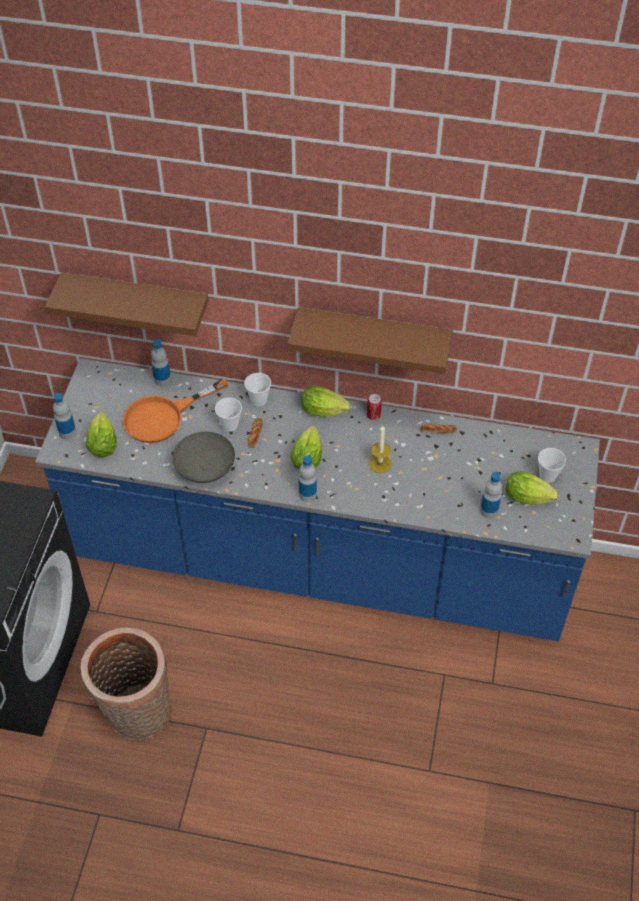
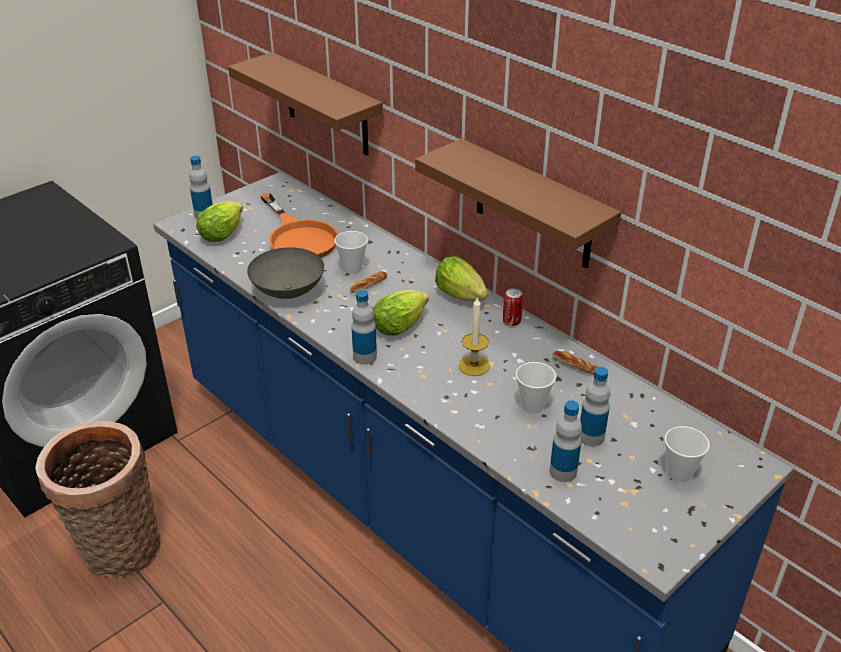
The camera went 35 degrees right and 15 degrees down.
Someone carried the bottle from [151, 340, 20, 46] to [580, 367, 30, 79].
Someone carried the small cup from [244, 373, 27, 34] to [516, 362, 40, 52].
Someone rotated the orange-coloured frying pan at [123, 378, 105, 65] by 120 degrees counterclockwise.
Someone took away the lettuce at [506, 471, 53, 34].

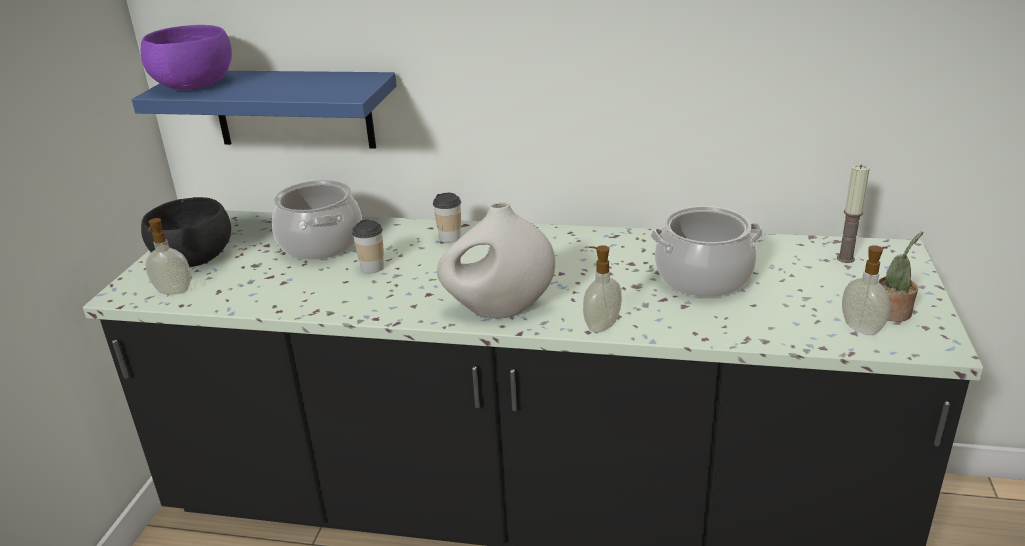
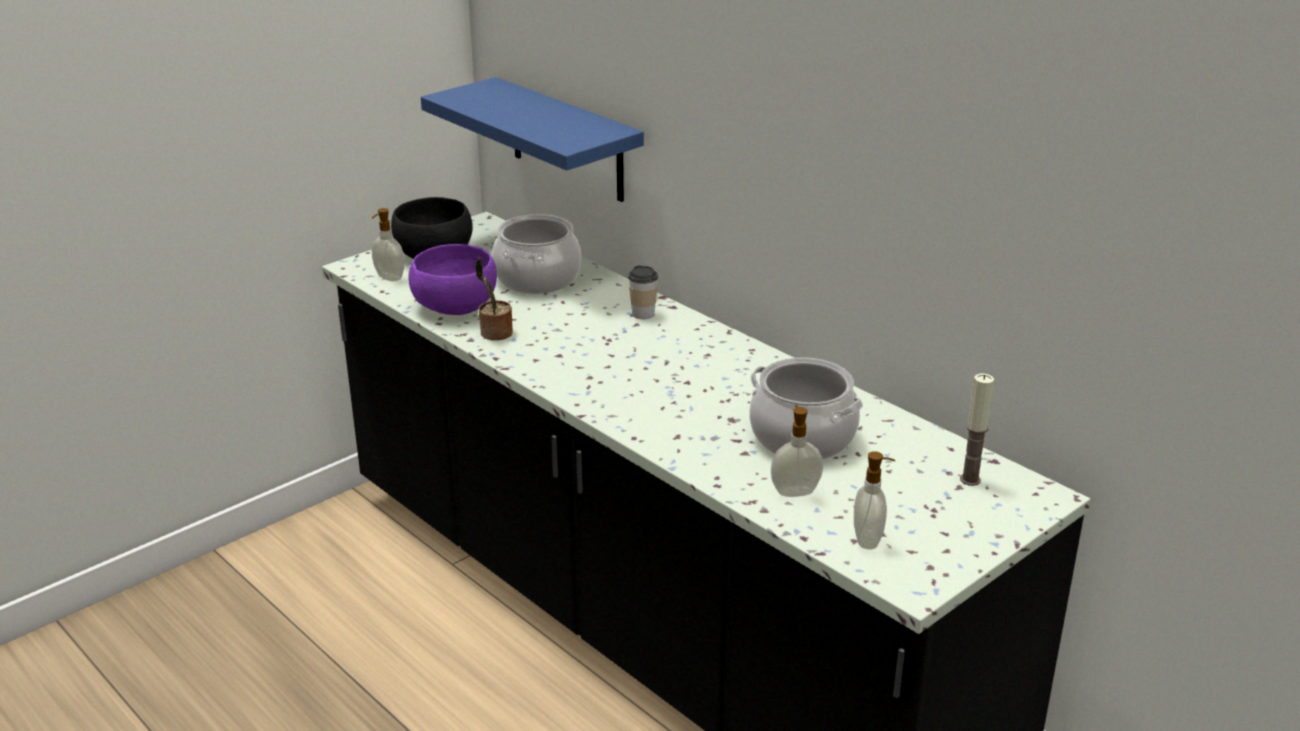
The camera went 35 degrees right and 0 degrees up.
Someone carried the purple-coloured bowl from [141, 25, 91, 65] to [408, 244, 89, 71].
Someone took away the white-coloured decorative vase at [437, 203, 118, 116].
Someone took away the small cup at [352, 219, 32, 54].
Someone carried the plant in a pot from [878, 232, 45, 90] to [475, 258, 38, 82].
Someone carried the soap dispenser from [583, 245, 39, 88] to [771, 405, 52, 92].

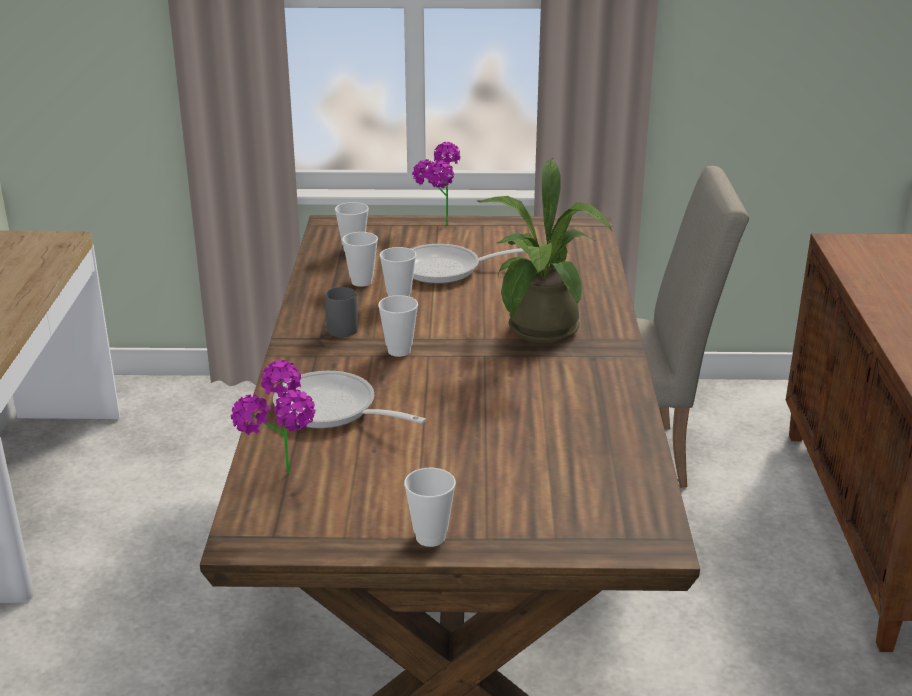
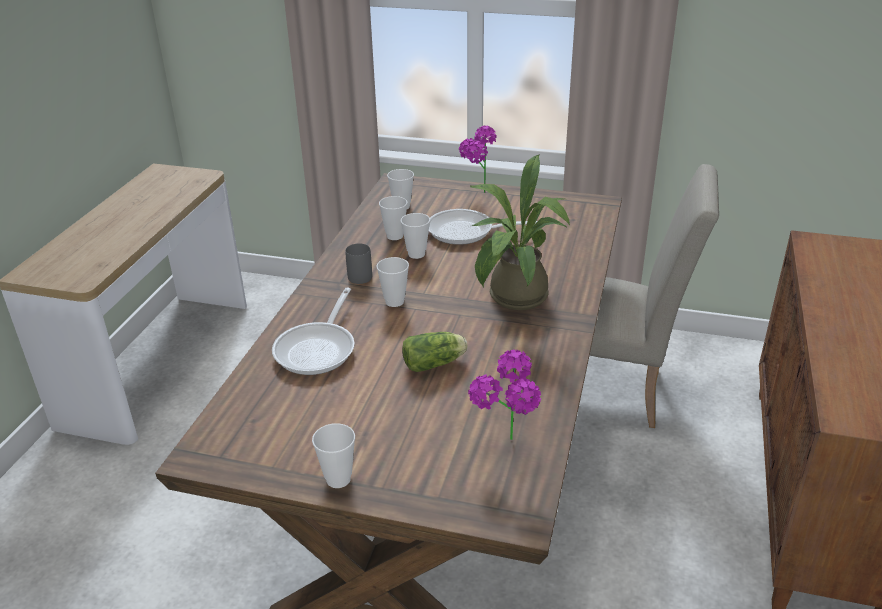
The camera went 15 degrees right and 5 degrees up.
Someone carried the plant in a pot from [231, 360, 85, 114] to [468, 350, 73, 90].
Someone rotated the frying pan at [273, 371, 153, 58] by 120 degrees counterclockwise.
Someone put down the lettuce at [402, 332, 66, 40].

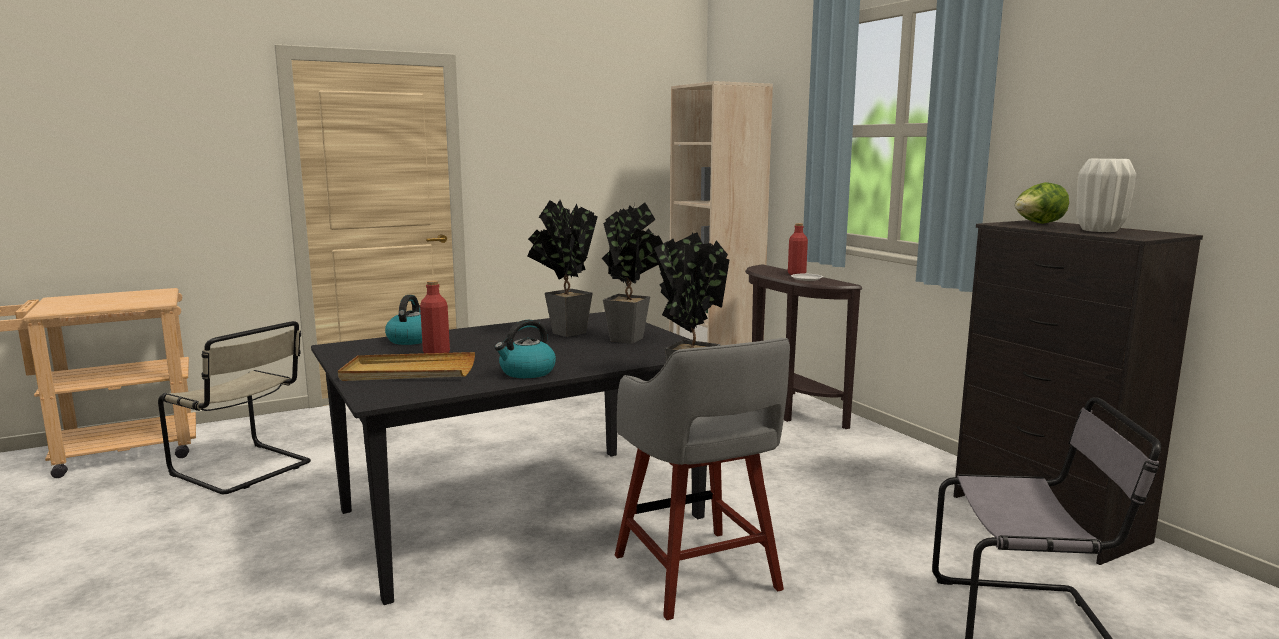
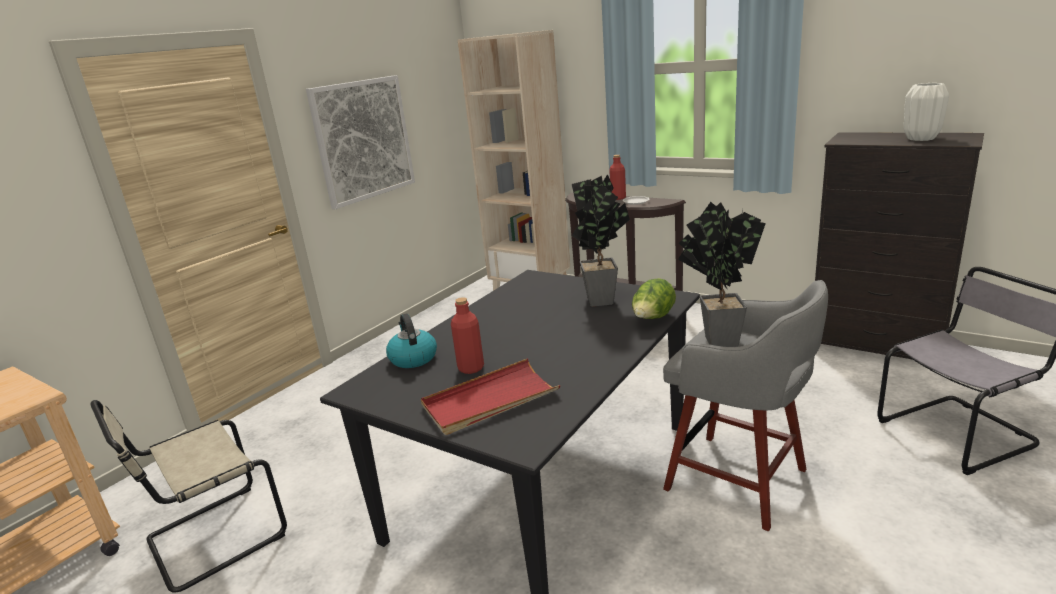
The camera went 25 degrees left and 10 degrees up.
Someone carried the lettuce from [1015, 182, 54, 42] to [632, 278, 44, 41].
Someone took away the plant in a pot at [527, 200, 71, 137].
Someone took away the tea kettle at [495, 320, 61, 58].
Someone rotated the sand-coloured chair at [158, 321, 153, 173] by 135 degrees clockwise.
Someone repainted the sand-coloured tray at [338, 352, 137, 29], which became the red-coloured tray at [421, 358, 139, 77].
Someone put up the wall picture at [306, 75, 109, 134].

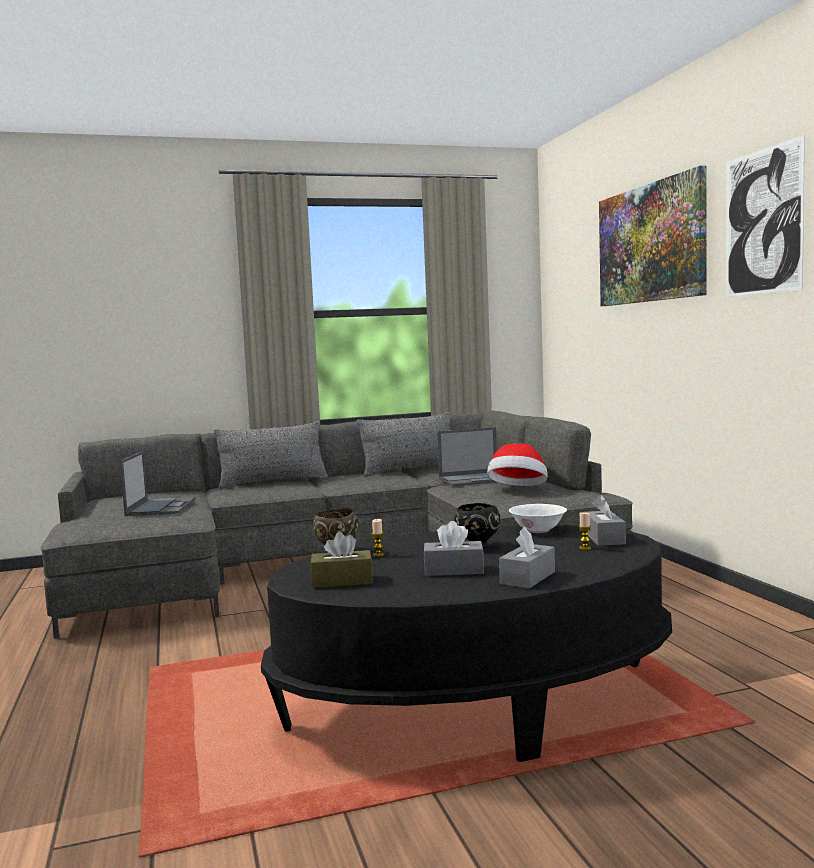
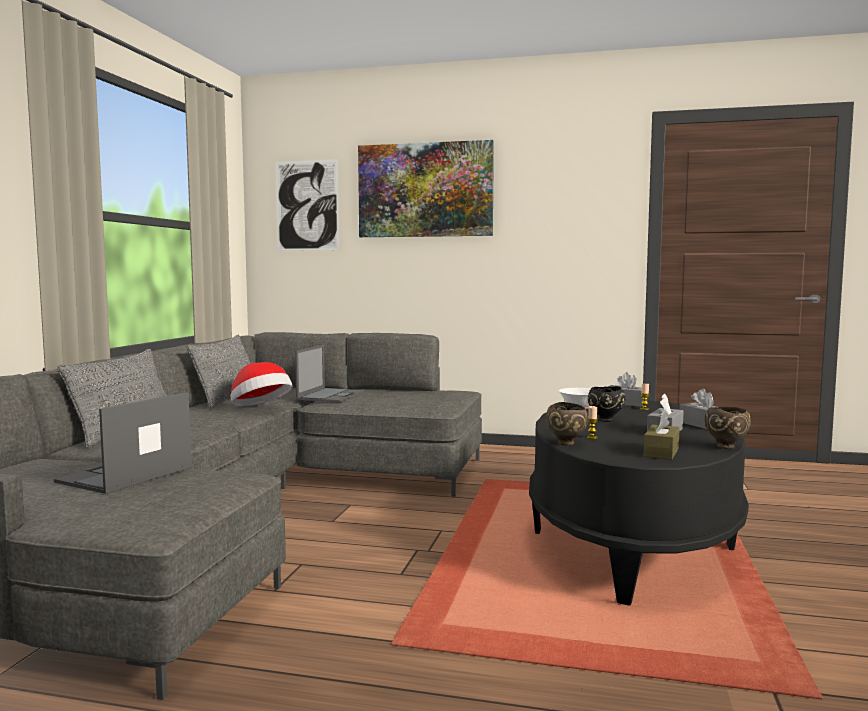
The camera went 60 degrees left and 0 degrees up.
Someone carried the wall picture from [726, 135, 79, 162] to [276, 159, 63, 92].
Someone carried the wearable hat from [487, 444, 61, 42] to [230, 362, 62, 44].
Someone rotated the laptop at [120, 451, 75, 65] by 90 degrees counterclockwise.
Someone put down the brown-coloured bowl at [704, 407, 47, 42].

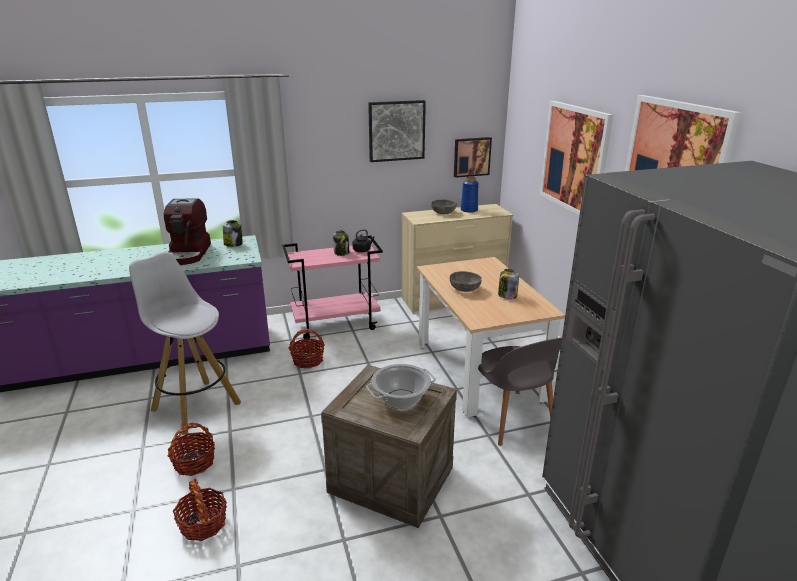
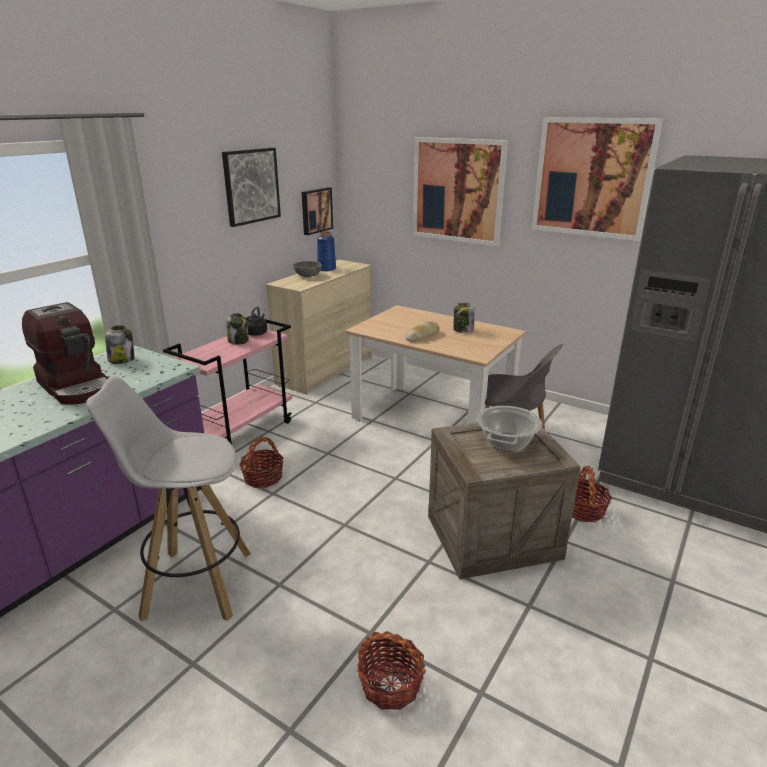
The camera went 40 degrees left and 0 degrees up.
Someone swapped the gray bowl at [450, 271, 32, 21] for the bakery bread at [405, 321, 35, 21].
Someone carried the storage basket from [168, 423, 47, 53] to [572, 466, 40, 56].

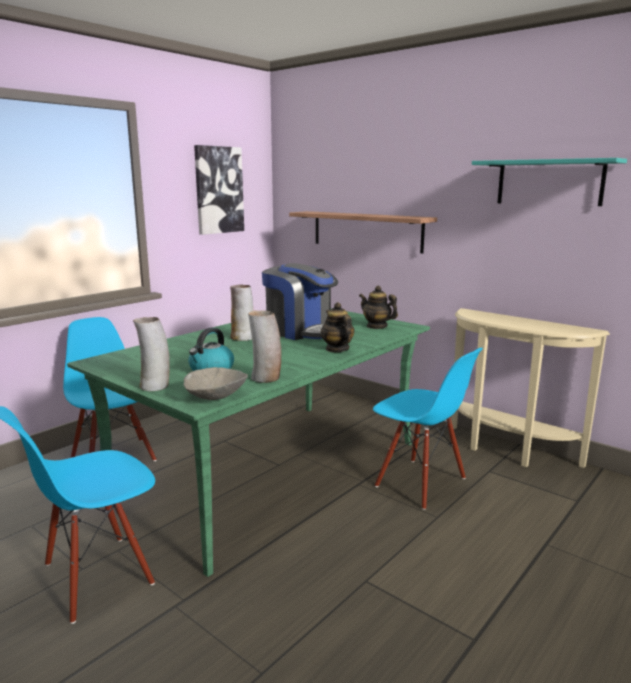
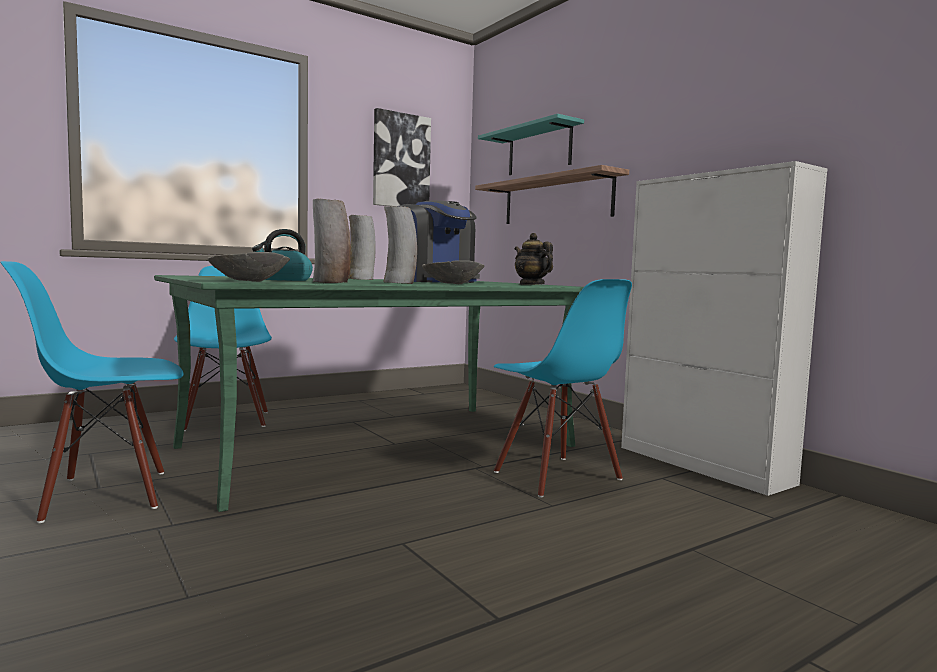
The camera went 15 degrees right and 10 degrees down.
Someone carried the turquoise-coloured shelf from [472, 158, 155, 48] to [478, 114, 106, 61].
Someone swapped the teapot at [321, 302, 34, 50] for the gray bowl at [422, 260, 63, 24].
Someone swapped the sand-coloured narrow table at [451, 308, 159, 160] for the white-coloured storage cabinet at [621, 161, 207, 335].
Someone carried the decorative vase from [133, 317, 37, 74] to [383, 206, 34, 78].

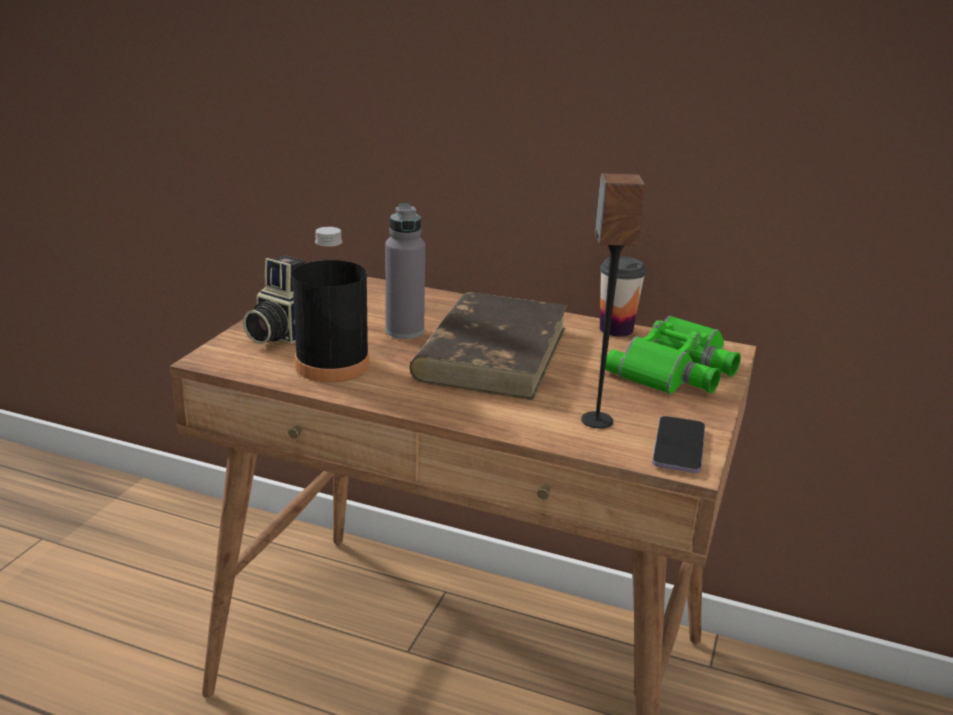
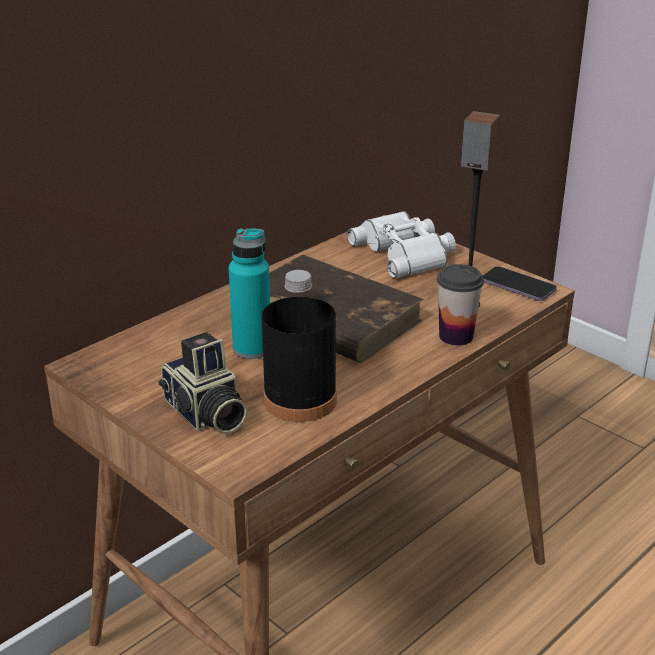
The camera went 65 degrees left and 5 degrees up.
Someone repainted the gray bottle at [385, 204, 40, 135], which became the turquoise-coloured bottle at [228, 228, 42, 131].
Someone carried the small cup from [600, 256, 46, 81] to [437, 264, 47, 81].
Someone repainted the greenish pair of binoculars at [605, 316, 136, 79], which became the white-coloured pair of binoculars at [347, 211, 109, 67].

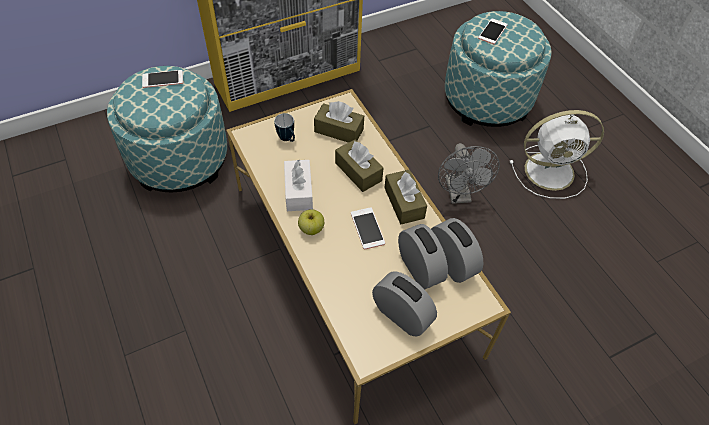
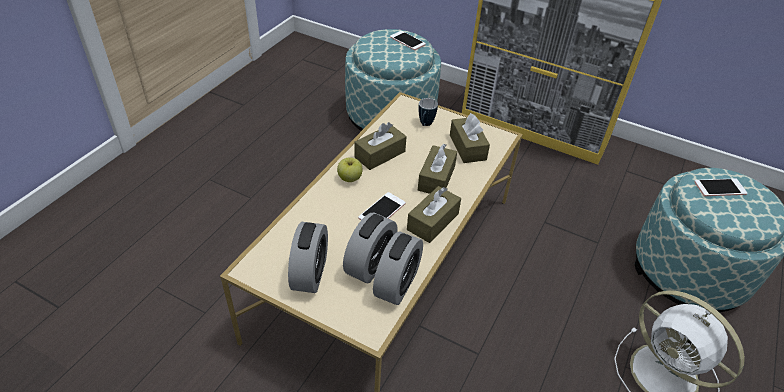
The camera went 55 degrees right and 10 degrees down.
Someone took away the gray fan at [438, 143, 62, 61].
Someone repainted the white-coloured box of tissues at [284, 159, 29, 52], which became the brown-coloured box of tissues at [354, 122, 53, 48].

